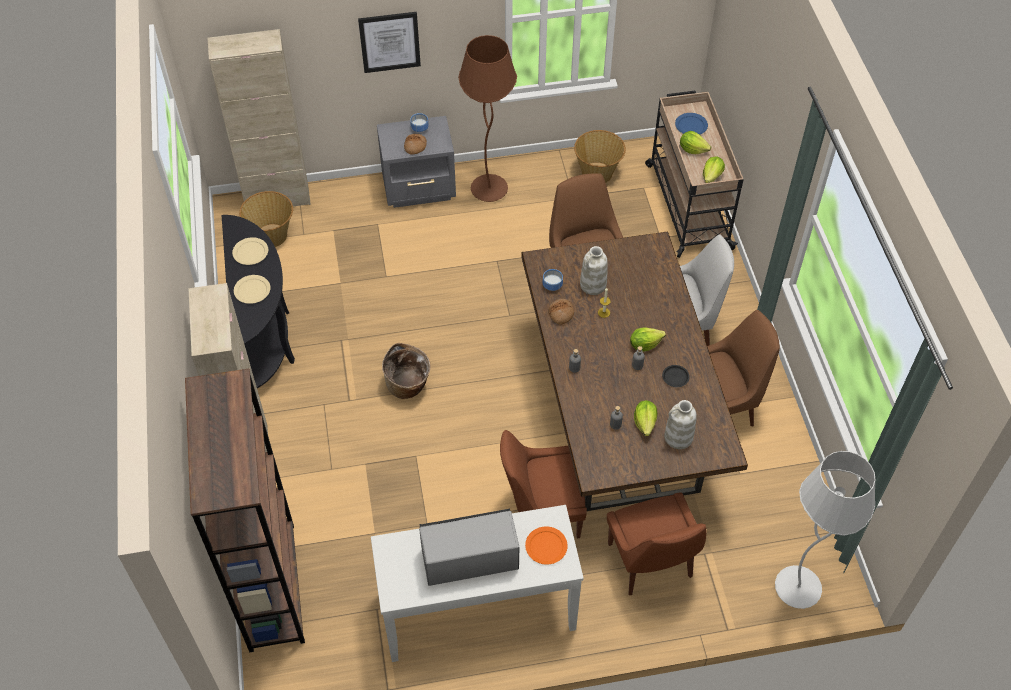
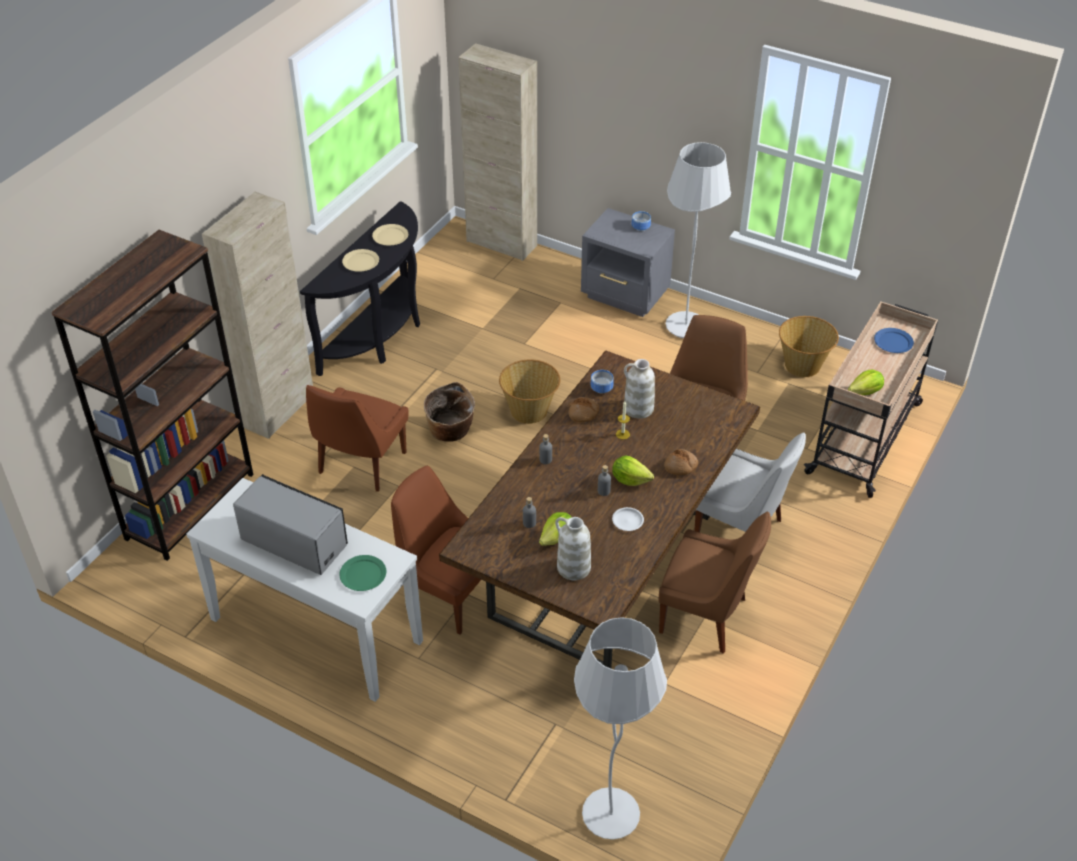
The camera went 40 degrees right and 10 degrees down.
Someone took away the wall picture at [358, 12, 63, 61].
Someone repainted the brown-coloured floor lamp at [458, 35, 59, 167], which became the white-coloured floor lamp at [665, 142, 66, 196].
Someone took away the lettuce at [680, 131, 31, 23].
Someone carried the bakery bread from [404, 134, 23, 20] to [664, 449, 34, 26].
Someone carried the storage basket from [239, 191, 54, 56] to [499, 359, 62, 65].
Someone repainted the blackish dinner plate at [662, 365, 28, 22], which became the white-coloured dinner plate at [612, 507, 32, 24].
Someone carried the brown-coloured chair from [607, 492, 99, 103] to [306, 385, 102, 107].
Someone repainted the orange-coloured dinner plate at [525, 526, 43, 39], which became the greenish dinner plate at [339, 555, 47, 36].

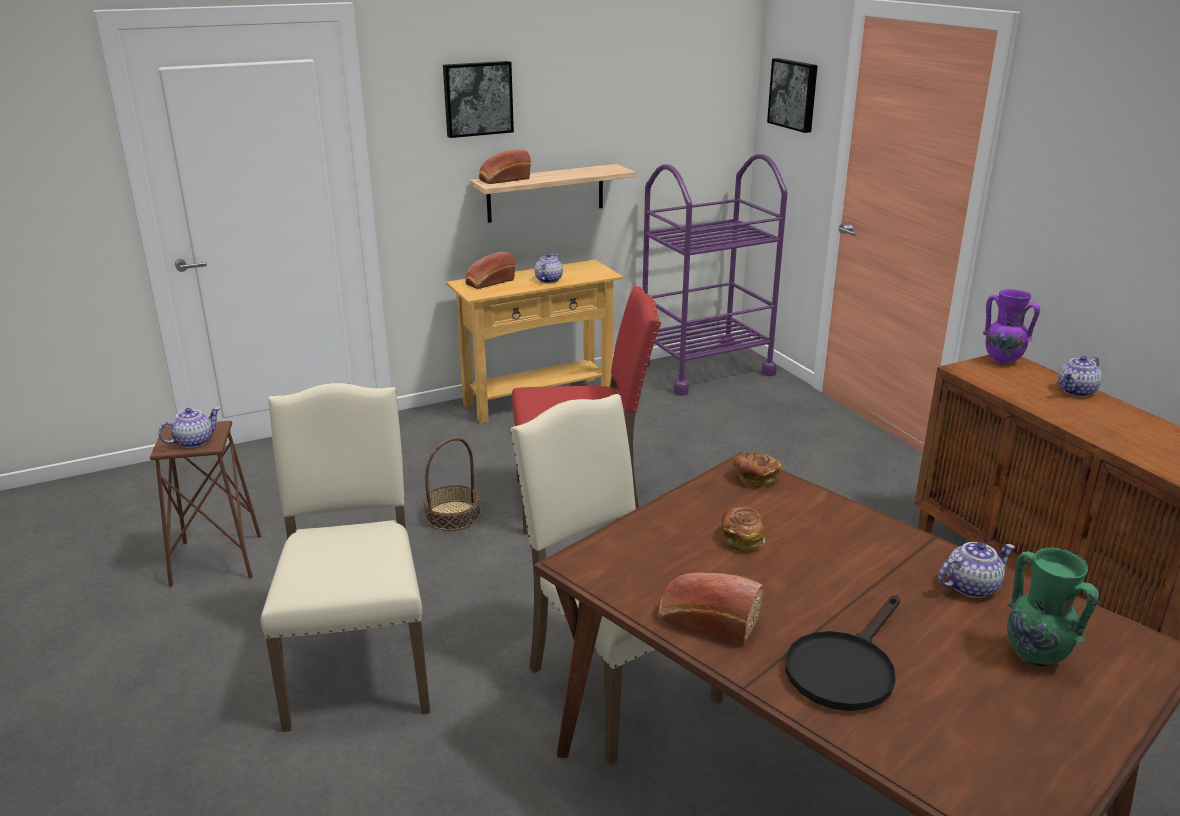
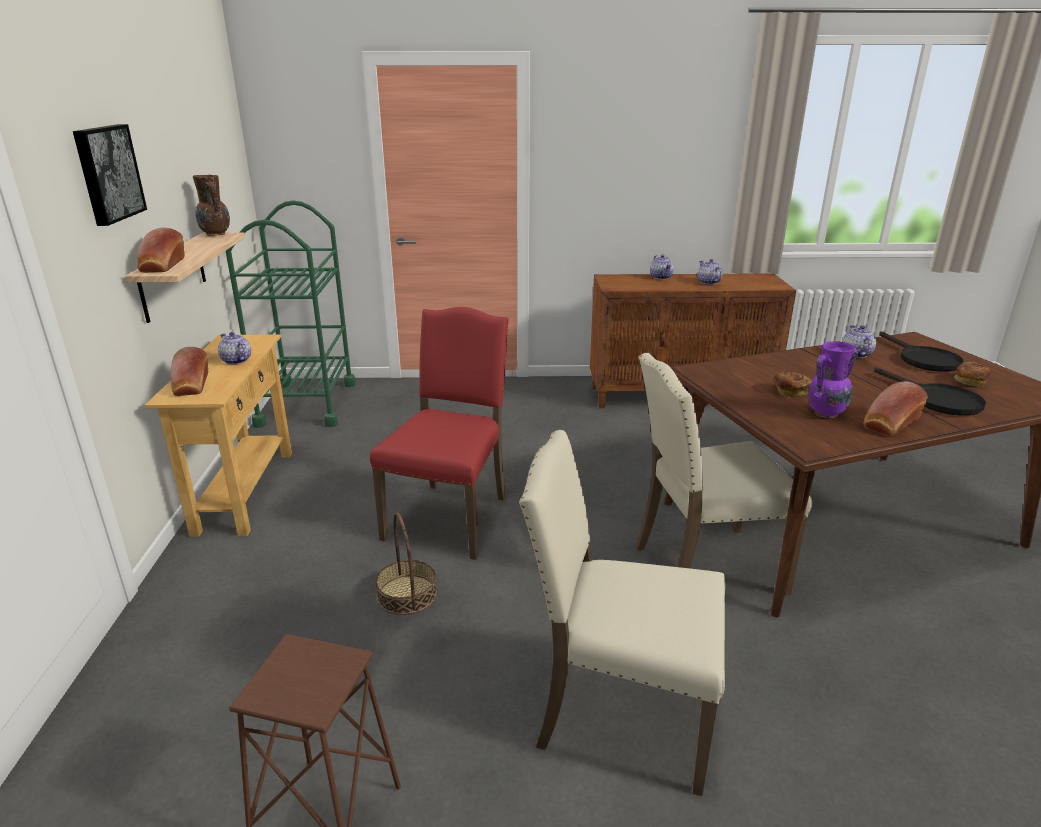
The camera went 65 degrees left and 0 degrees up.
Someone took away the wall picture at [767, 58, 51, 75].
Someone repainted the purple-coloured cart at [643, 154, 144, 242], which became the greenish cart at [226, 200, 130, 228].
Someone carried the purple-coloured decorative vase from [982, 290, 58, 75] to [808, 341, 50, 77].
Someone carried the teapot from [158, 407, 62, 41] to [697, 259, 26, 26].
Someone carried the bakery bread from [732, 453, 50, 35] to [954, 362, 37, 25].
Someone swapped the greenish decorative vase at [1007, 547, 92, 121] for the blackish frying pan at [879, 331, 85, 41].
Someone put down the brown-coloured decorative vase at [193, 175, 37, 61].

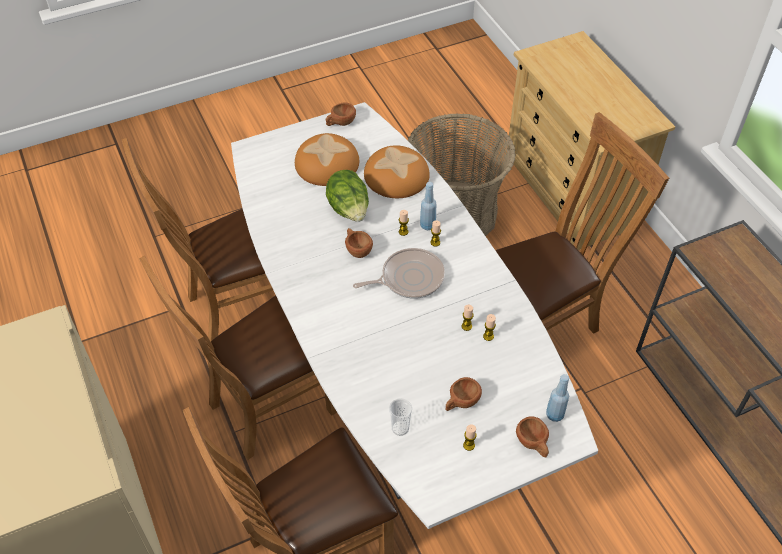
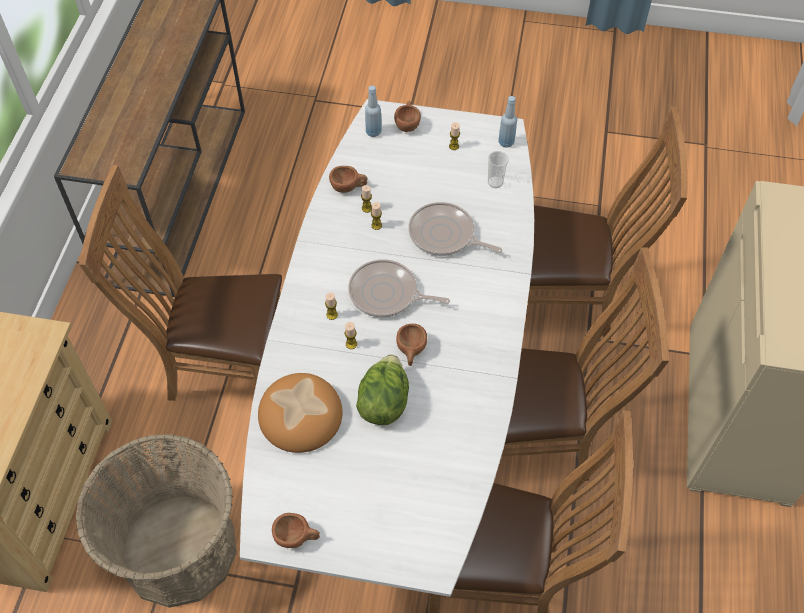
The camera went 145 degrees left and 5 degrees up.
Someone took away the bakery bread at [295, 133, 64, 53].
Someone carried the bluish bottle from [420, 182, 17, 48] to [499, 96, 18, 52].
Someone carried the brown-coloured small cup from [446, 377, 36, 34] to [329, 166, 38, 27].
Someone put down the frying pan at [409, 202, 94, 54].

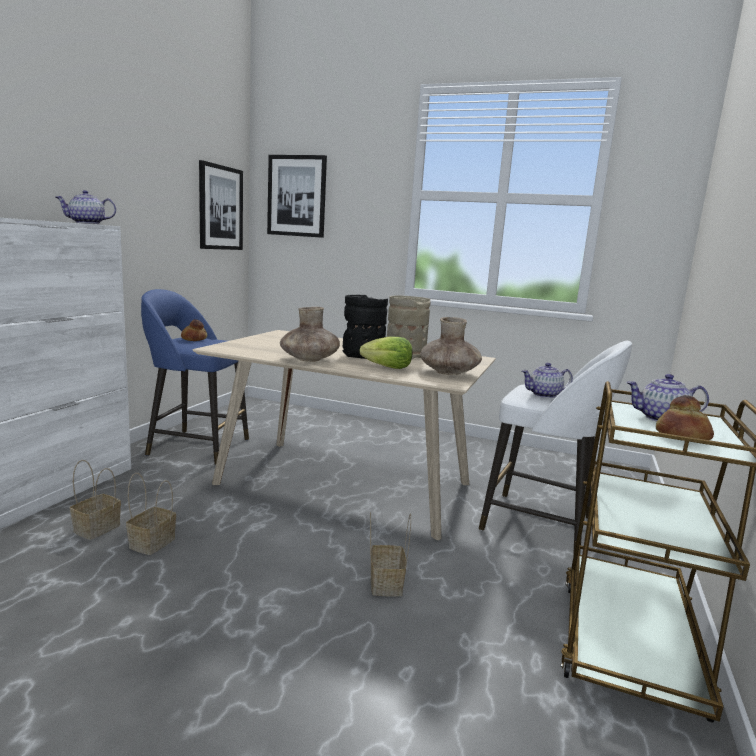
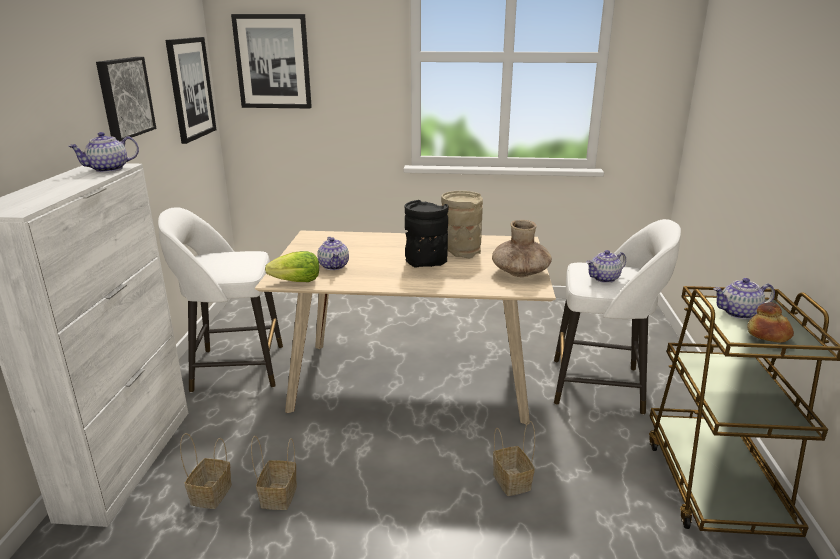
The camera went 15 degrees left and 10 degrees up.
Someone repainted the bluish stool seat at [141, 289, 108, 176], which became the white-coloured stool seat at [158, 207, 125, 185].
Someone took away the brown-coloured decorative vase at [280, 307, 60, 55].
Someone took away the bakery bread at [181, 319, 26, 22].
Someone carried the lettuce from [359, 337, 54, 32] to [265, 251, 54, 31].
Someone put up the wall picture at [96, 57, 60, 84].
Someone put down the teapot at [317, 237, 32, 33].

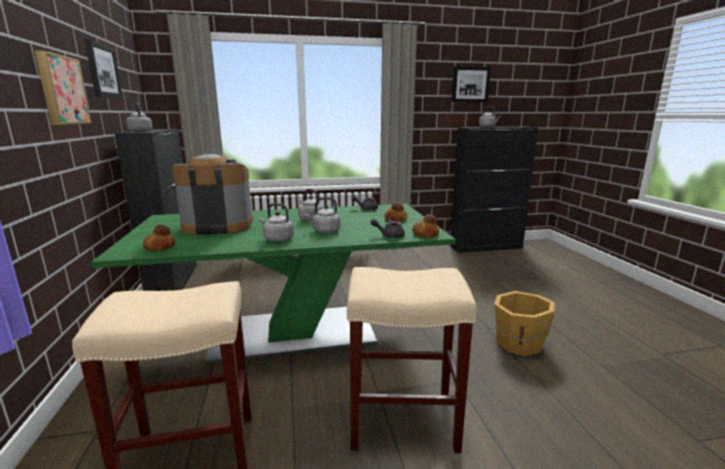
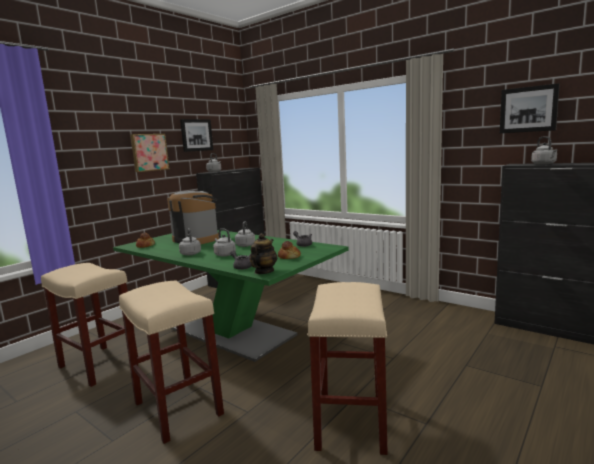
The camera went 50 degrees right and 5 degrees down.
Someone swapped the bakery bread at [412, 214, 27, 23] for the teapot at [250, 233, 27, 41].
Someone swapped the orange-coloured water bucket at [492, 291, 63, 65] for the sand-coloured stool seat at [307, 282, 81, 173].

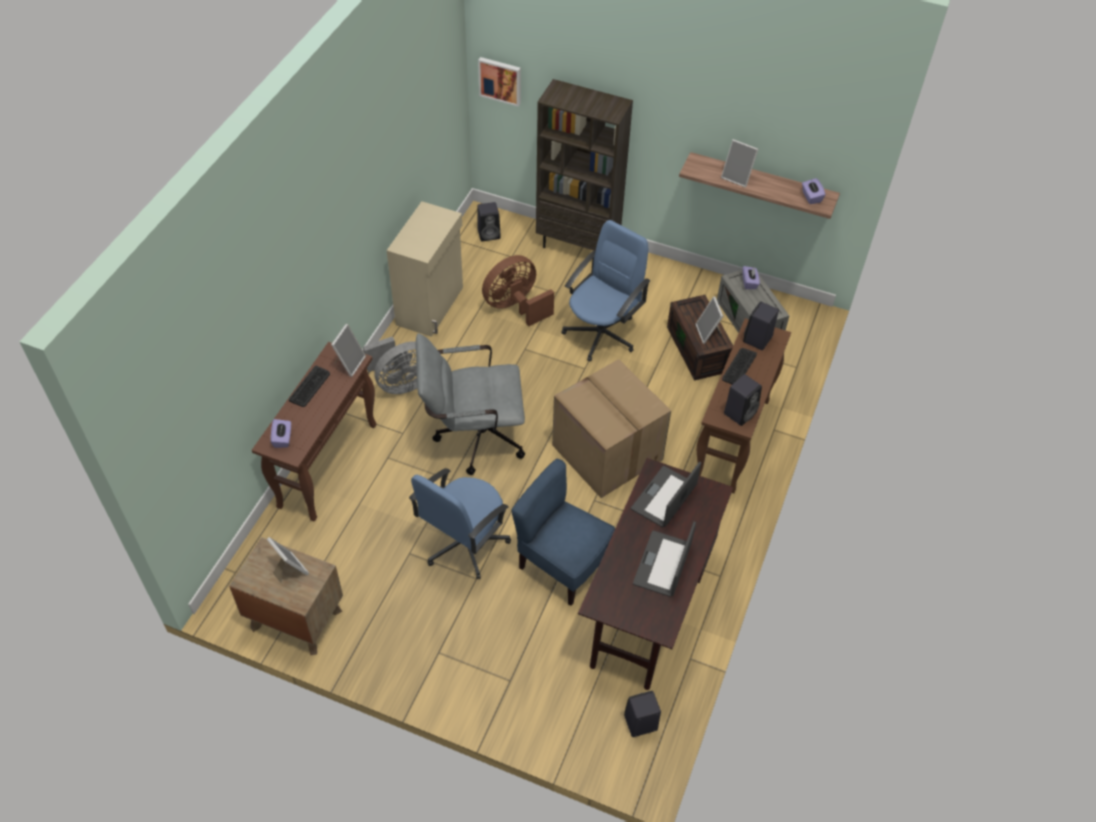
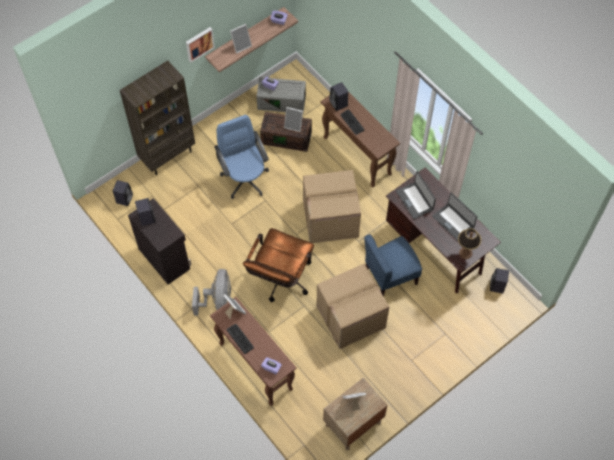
The camera went 60 degrees left and 10 degrees up.
Someone carried the wall picture from [478, 57, 43, 50] to [186, 27, 29, 35].
Someone repainted the sand-coloured storage cabinet at [386, 201, 77, 136], which became the blackish storage cabinet at [128, 198, 63, 87].
Someone took away the brown-coloured fan at [482, 255, 72, 71].
Someone repainted the gray computer chair at [416, 333, 109, 142], which became the brown-coloured computer chair at [243, 228, 71, 74].
Someone carried the blackish audio speaker from [724, 374, 38, 52] to [135, 198, 21, 28].
Someone swapped the bluish computer chair at [409, 468, 102, 111] for the cardboard box at [317, 263, 72, 86].
Someone put down the lamp for a table at [458, 228, 23, 31].

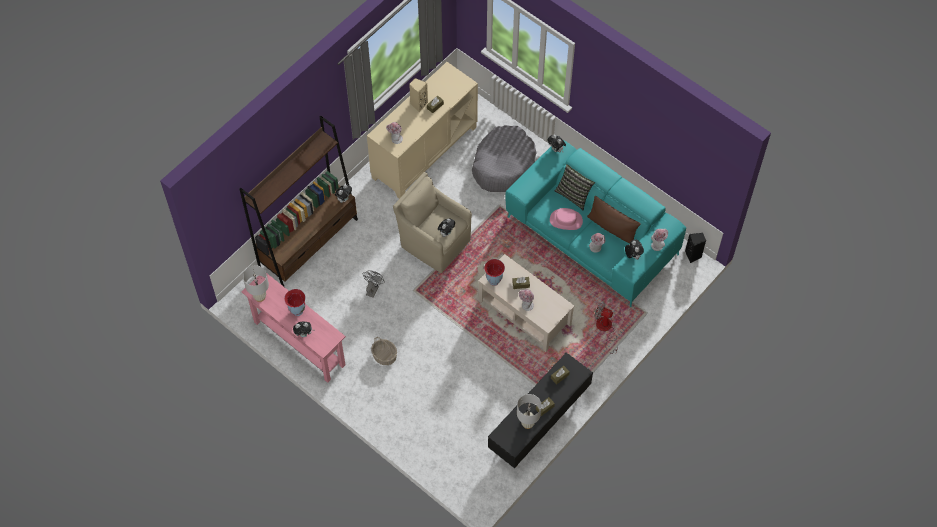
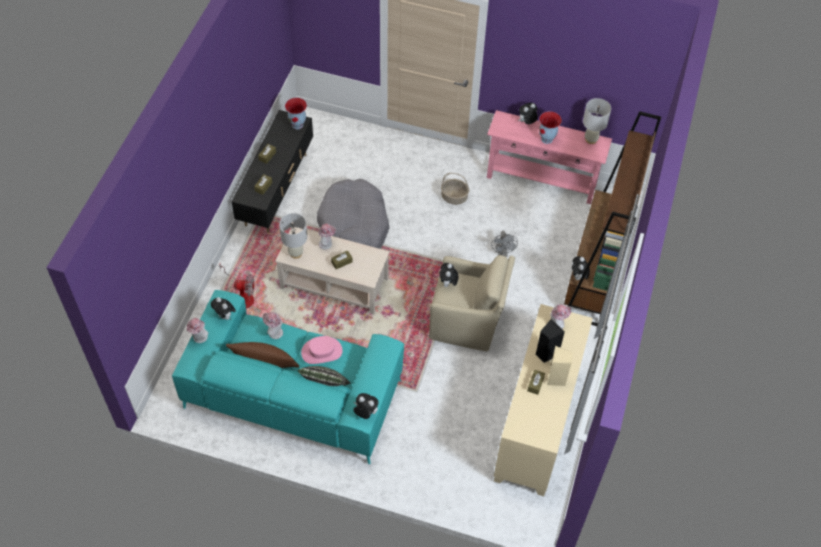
The camera went 155 degrees right and 5 degrees down.
Someone carried the gray dog cushion from [472, 125, 65, 67] to [317, 179, 73, 70].
Someone carried the blackish audio speaker from [685, 233, 21, 30] to [535, 319, 30, 44].
Someone carried the decorative vase from [484, 259, 21, 27] to [285, 98, 22, 32].
Someone carried the white-coloured lamp for a table from [517, 394, 25, 35] to [279, 213, 28, 46].

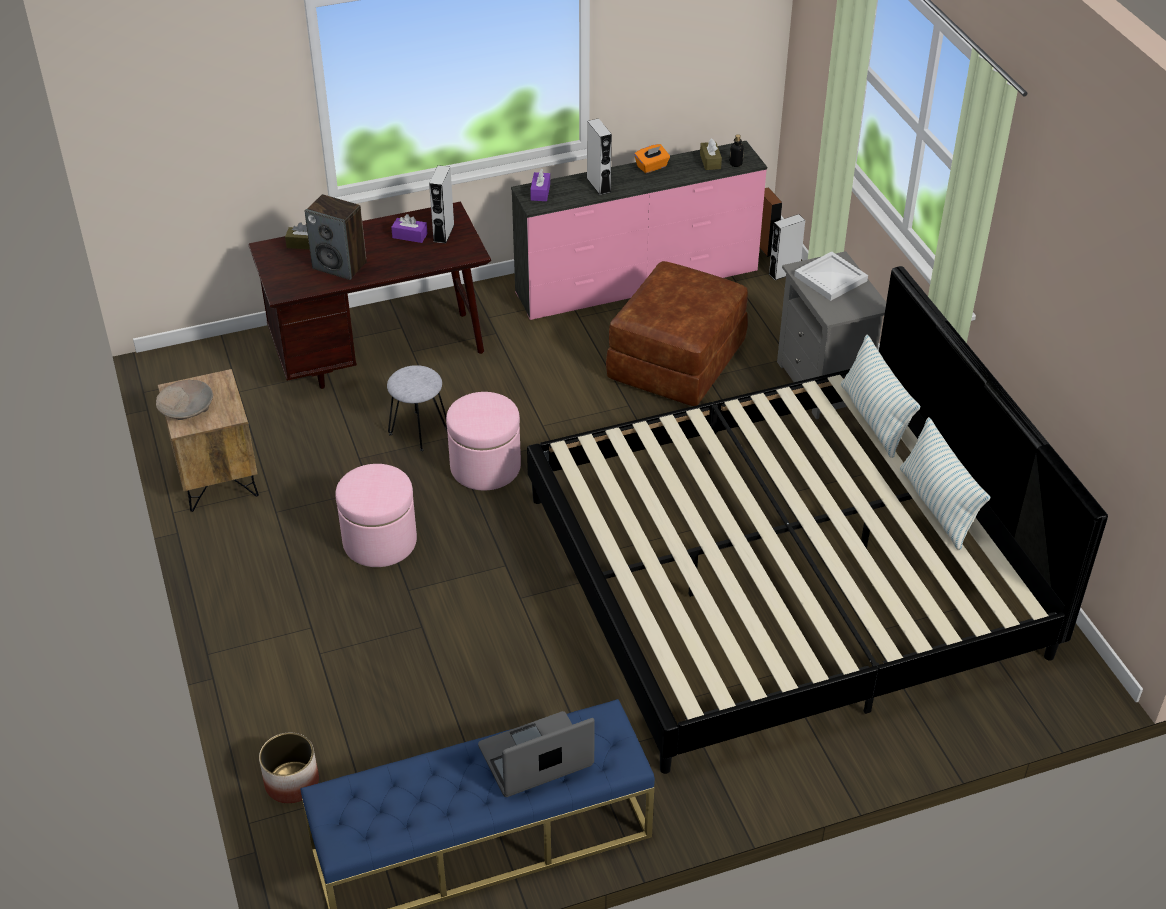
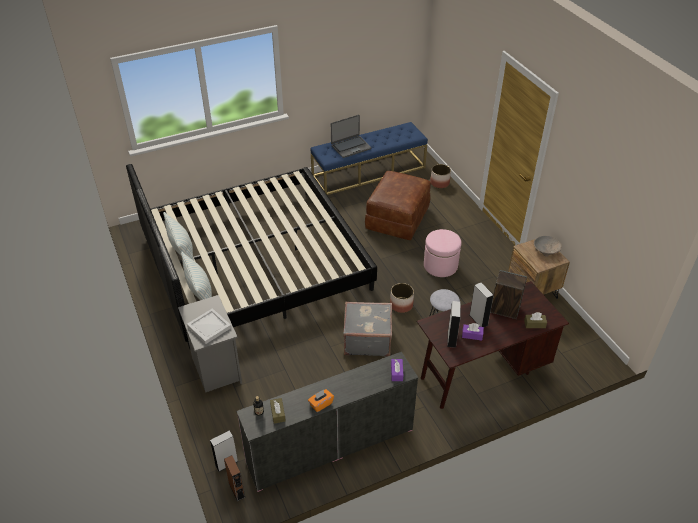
The camera went 175 degrees right and 0 degrees up.
Someone carried the gray audio speaker from [587, 118, 25, 77] to [470, 283, 24, 44].
Someone carried the brown-coloured ottoman from [606, 261, 142, 145] to [365, 171, 66, 69].
Someone swapped the pinkish ottoman at [446, 392, 75, 98] for the planter at [390, 283, 24, 30].
Someone put down the gray suitcase at [343, 302, 49, 55].

